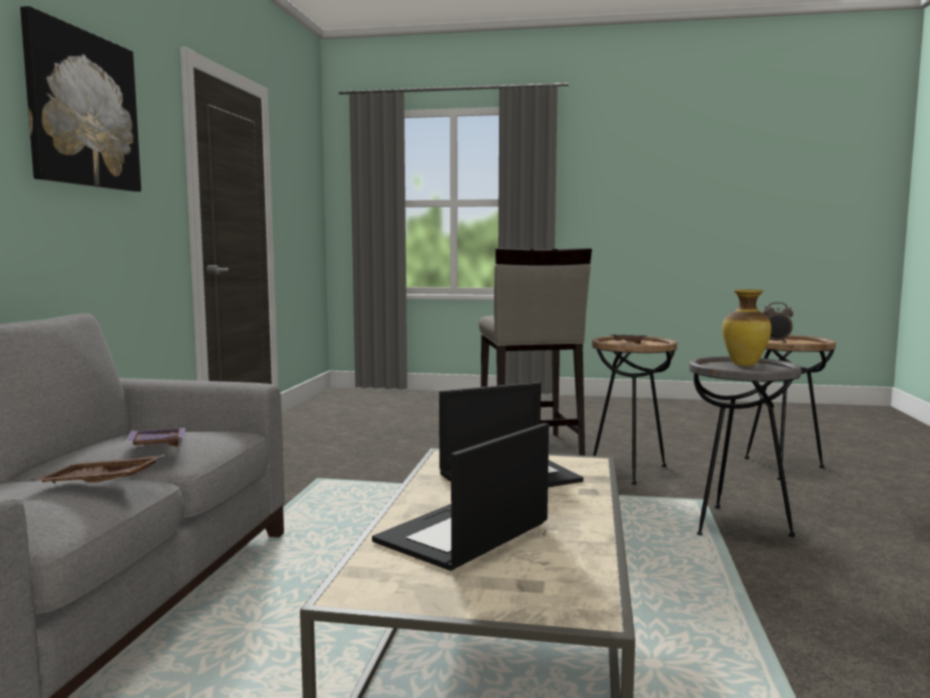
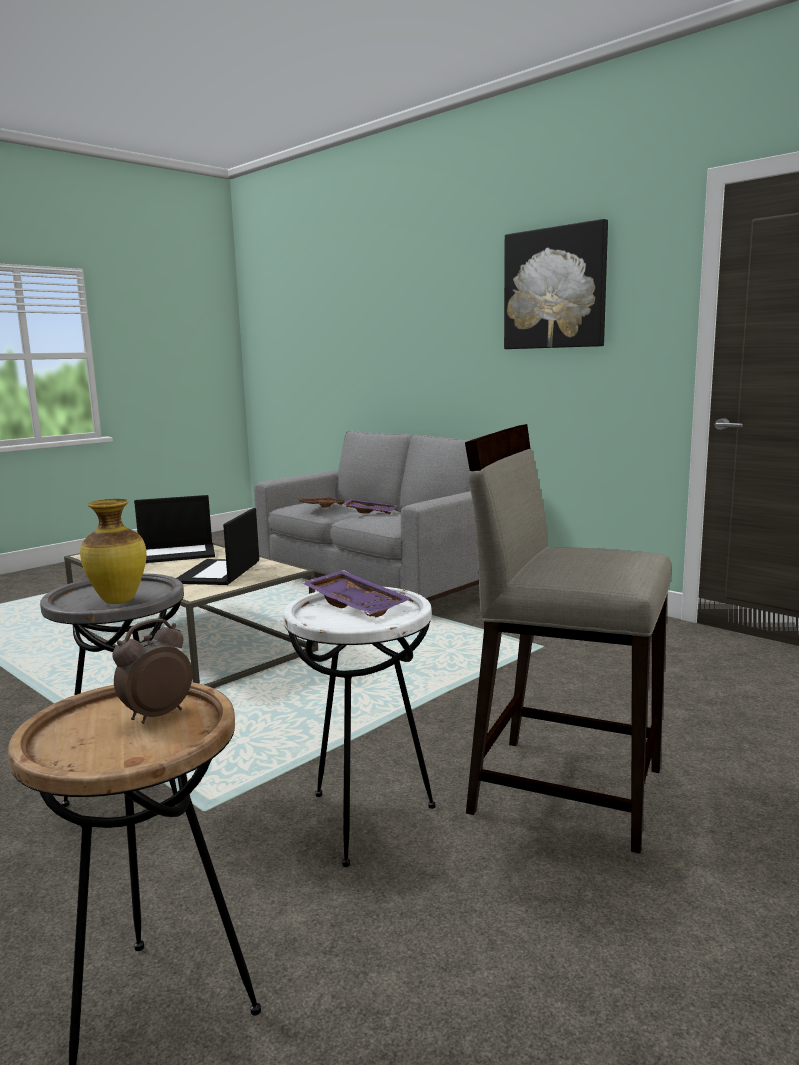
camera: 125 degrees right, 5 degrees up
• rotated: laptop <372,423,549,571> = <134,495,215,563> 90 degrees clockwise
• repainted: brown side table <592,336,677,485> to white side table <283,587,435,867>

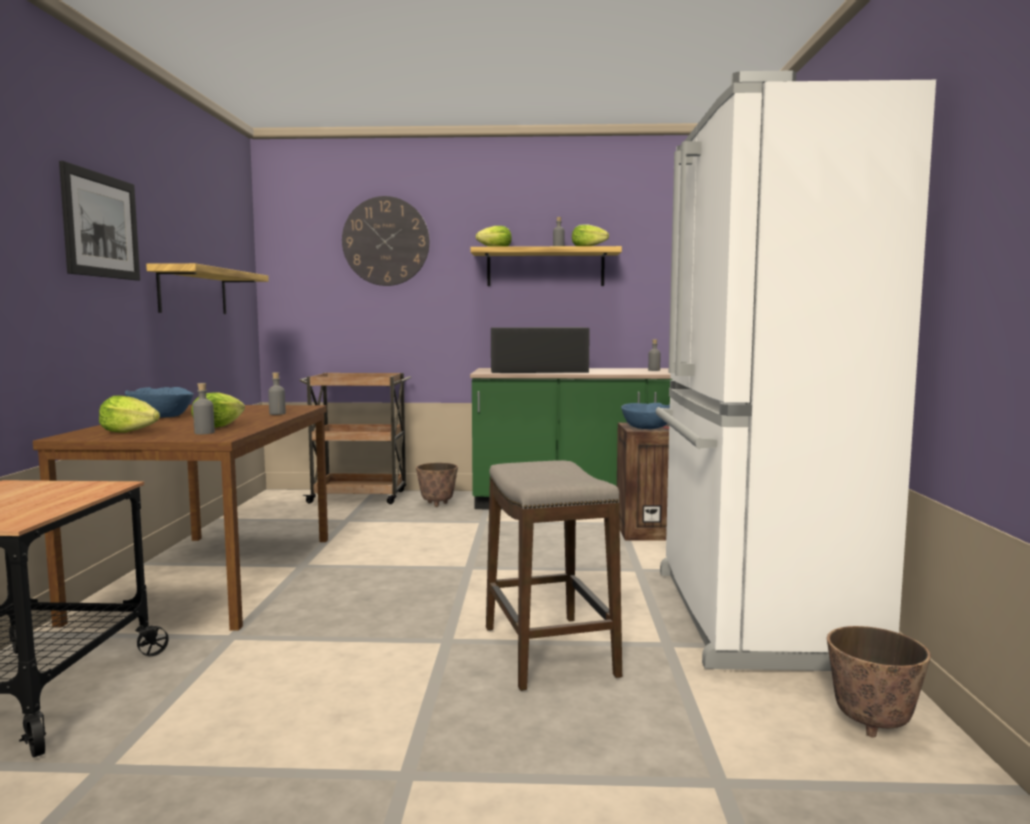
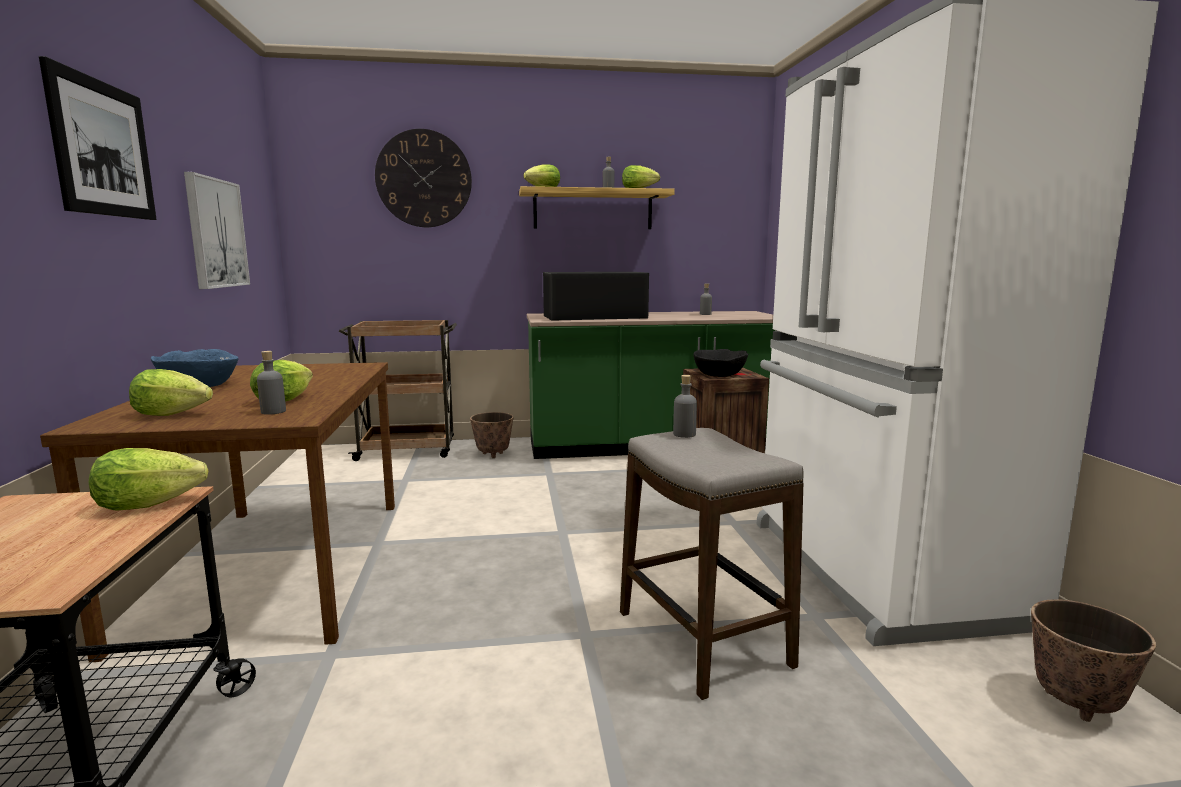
camera: 10 degrees left, 5 degrees up
• new: lettuce <89,448,208,510>
• swapped: shelf <146,263,269,314> to picture <184,172,250,289>
• shifted: grey bottle <268,372,286,415> to <673,375,697,438>
• repainted: blue bowl <621,403,670,429> to black bowl <693,349,749,377>

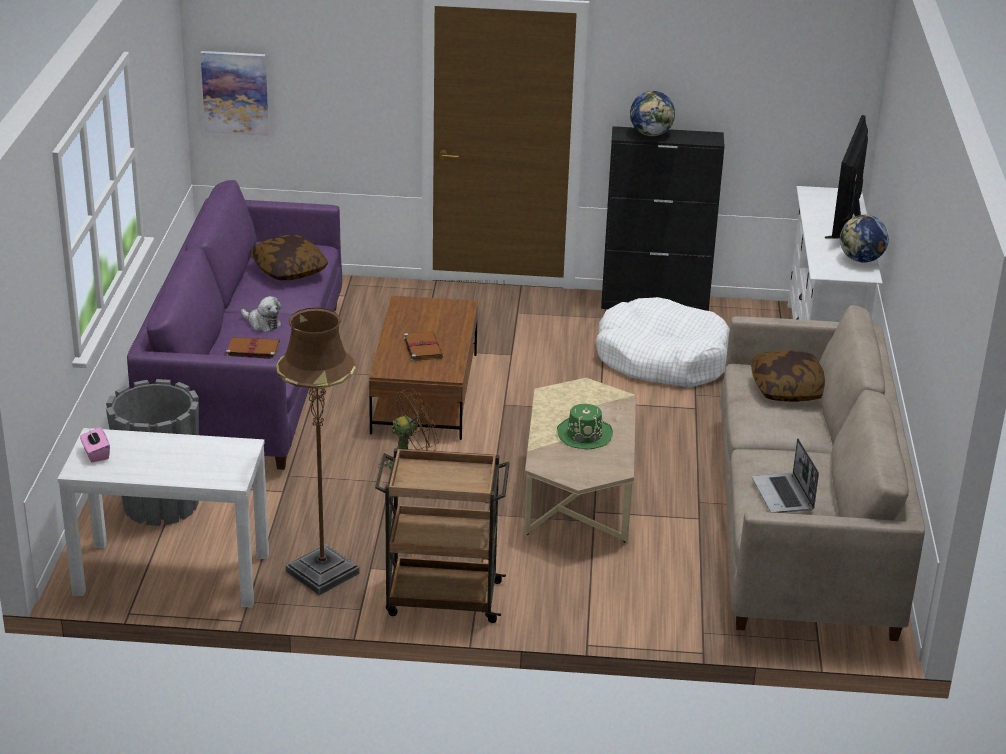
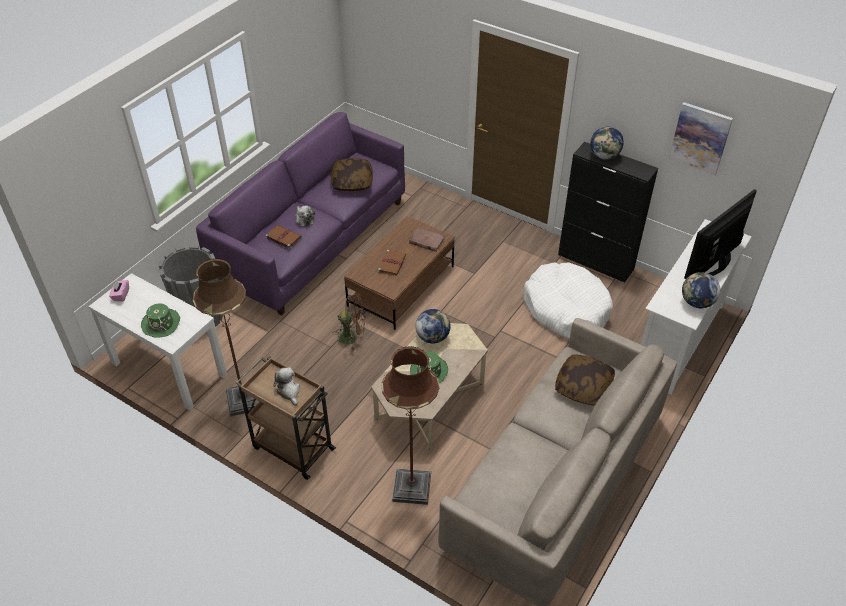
camera: 30 degrees right, 15 degrees up
• new: green hat <141,303,180,338>
• new: plush toy <273,367,300,406>
• new: brown floor lamp <381,346,439,505>
• new: brown book <409,228,445,252>
• new: globe <416,309,451,344>
• shifted: picture <200,51,269,136> to <669,102,733,175>
• gone: laptop <752,438,819,513>

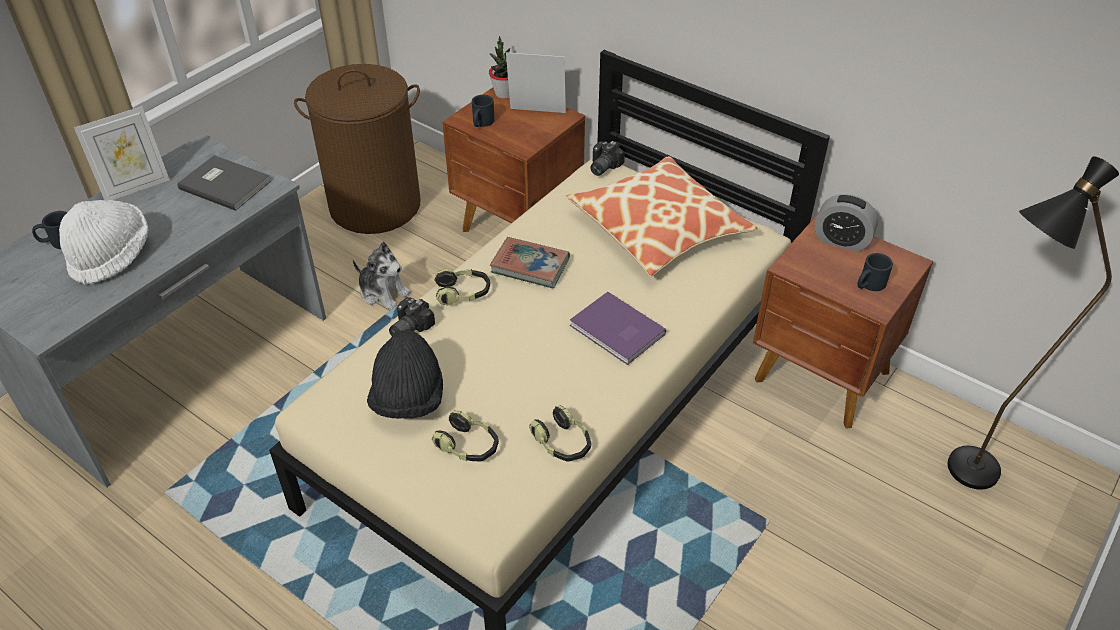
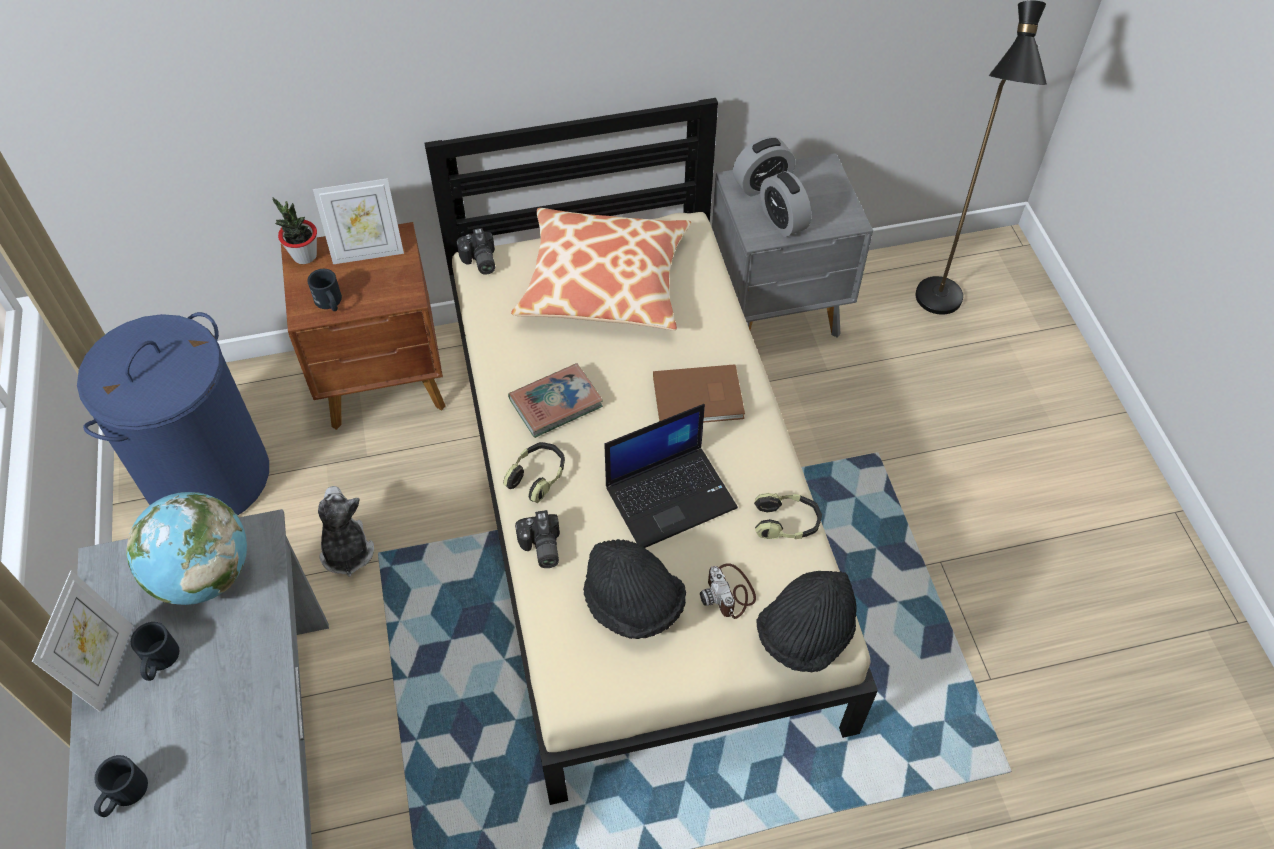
camera: 50 degrees left, 10 degrees up
• repainted: brown laundry basket <294,64,420,234> to blue laundry basket <77,312,269,516>
• swapped: grey book <177,155,271,211> to globe <126,492,247,605>
• shifted: black mug <857,253,893,291> to <131,622,180,681>
• rotated: picture frame <506,52,566,113> = <313,178,404,264> 150 degrees counterclockwise
• rotated: plush toy <353,242,411,310> = <318,486,374,577> 90 degrees counterclockwise
• new: laptop <605,404,738,548>
• repainted: purple book <570,292,666,365> to brown book <653,364,745,423>
• swapped: headphones <431,410,499,462> to photo camera <700,563,756,619>
• repainted: brown nightstand <753,214,933,429> to grey nightstand <712,153,873,338>
• new: black hat <756,571,857,672>
• new: alarm clock <760,171,811,237>
• gone: white hat <59,200,148,285>

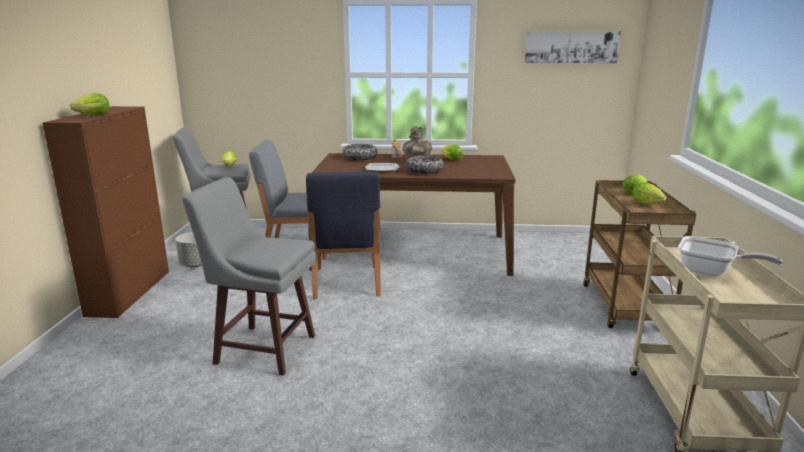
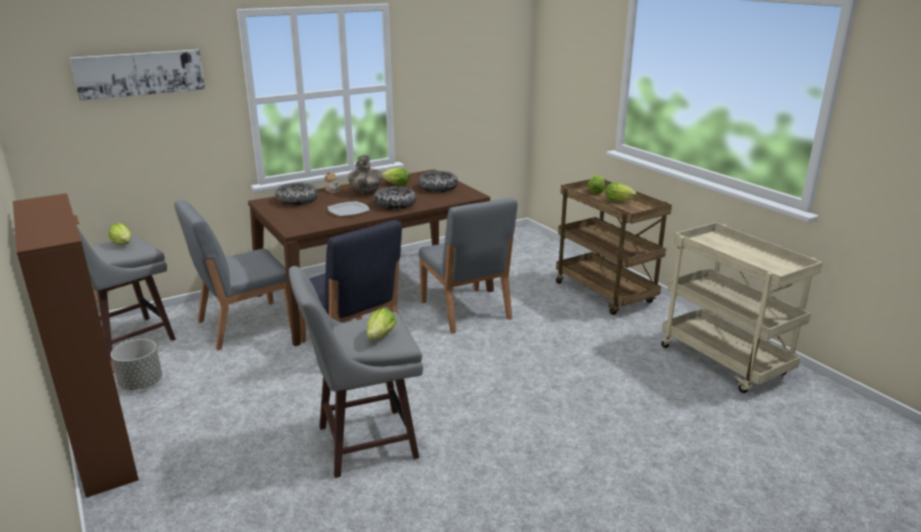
camera: 35 degrees left, 5 degrees up
• shifted: picture <525,31,621,63> to <70,49,205,101>
• shifted: lettuce <70,93,110,116> to <367,308,396,340>
• new: bowl <418,171,458,192>
• new: grey chair <419,198,518,334>
• gone: frying pan <678,236,782,276>

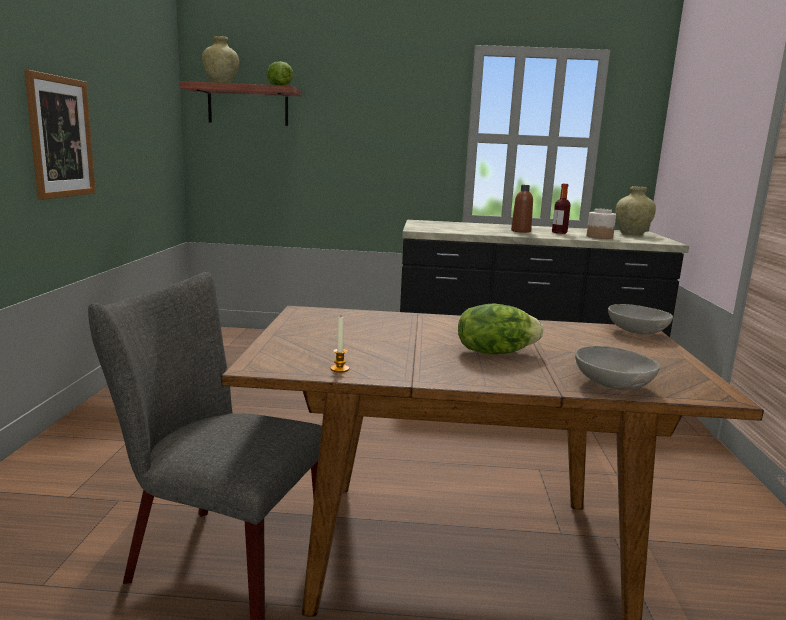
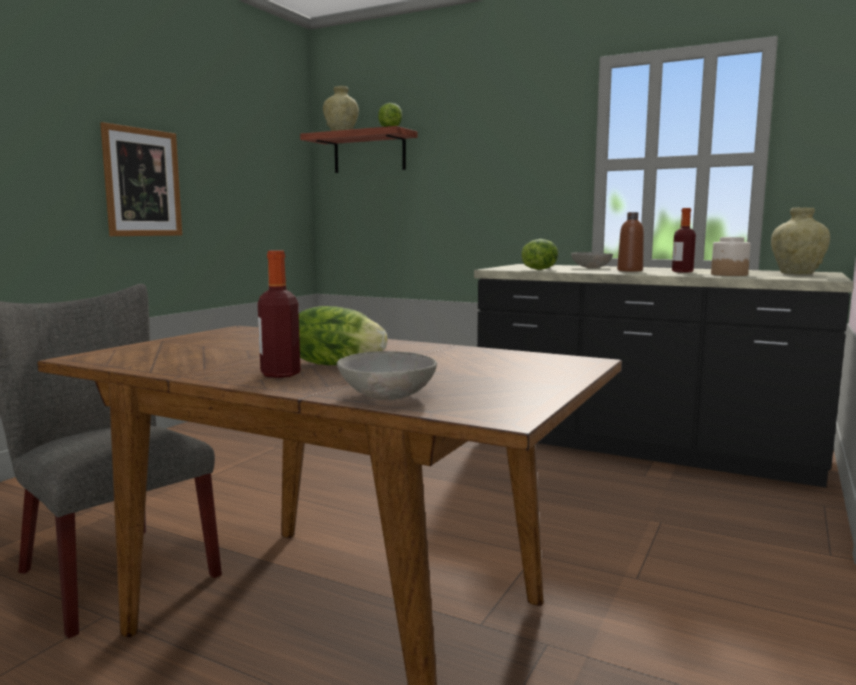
camera: 25 degrees right, 5 degrees down
• new: bottle <258,250,300,378>
• new: lettuce <521,239,558,270>
• shifted: grey bowl <608,304,673,335> to <571,252,613,268>
• gone: candle <330,317,349,373>

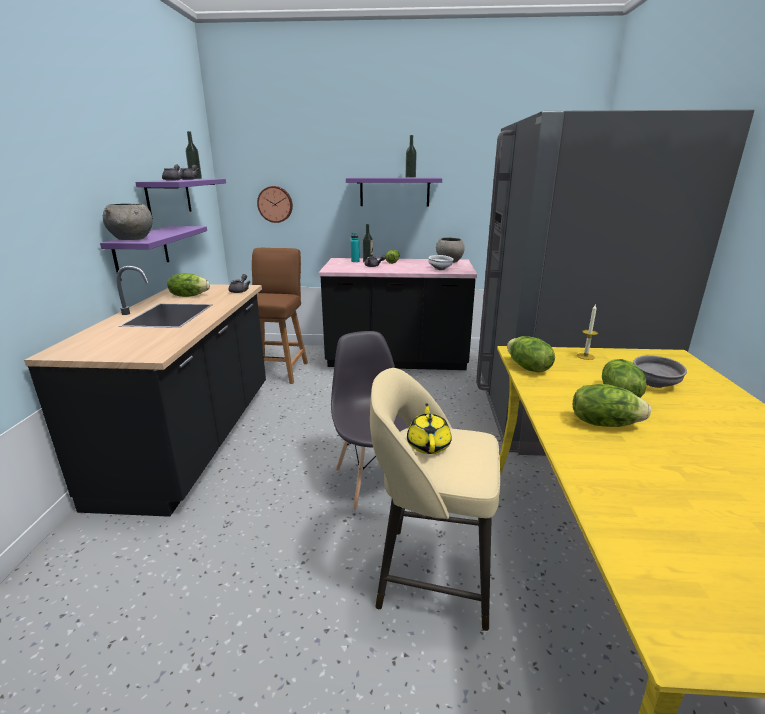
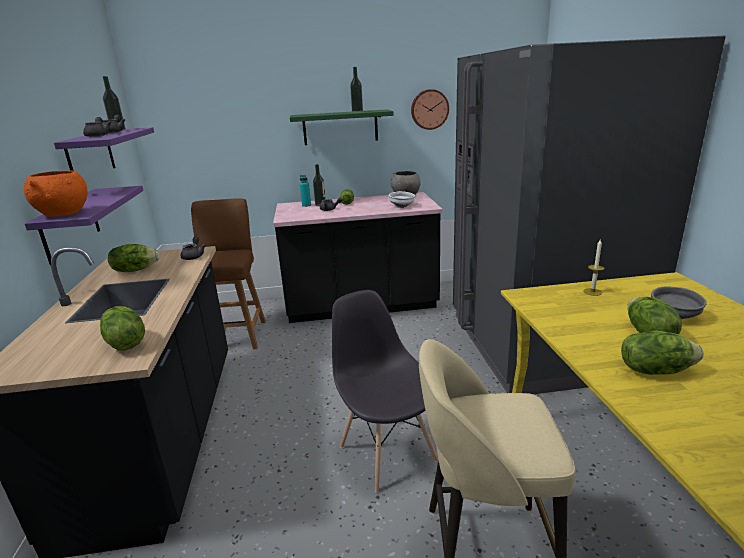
camera: 10 degrees left, 0 degrees up
• repainted: grey bowl <103,204,153,240> to orange bowl <24,171,88,217>
• shifted: lettuce <507,336,555,373> to <100,306,145,351>
• repainted: purple shelf <346,177,442,207> to green shelf <290,109,394,145>
• shifted: wall clock <257,186,293,223> to <411,89,449,130>
• gone: yellow teapot <407,403,451,454>

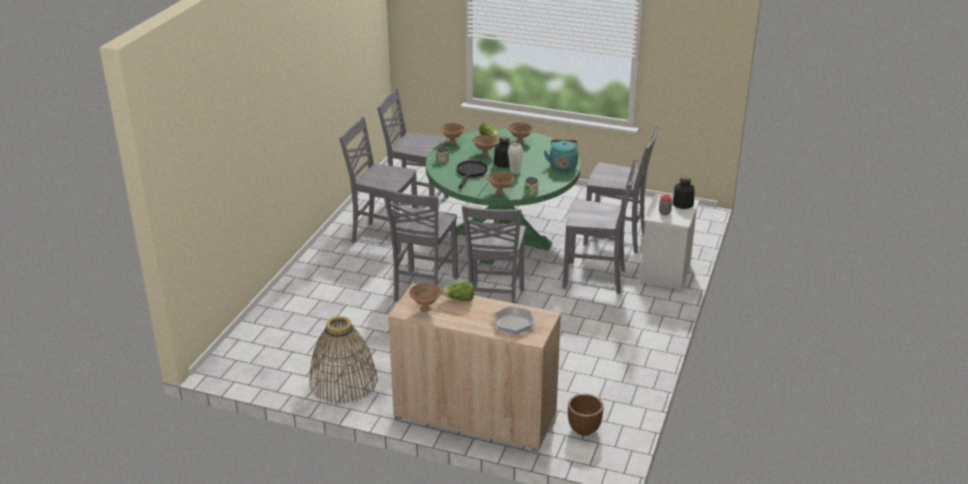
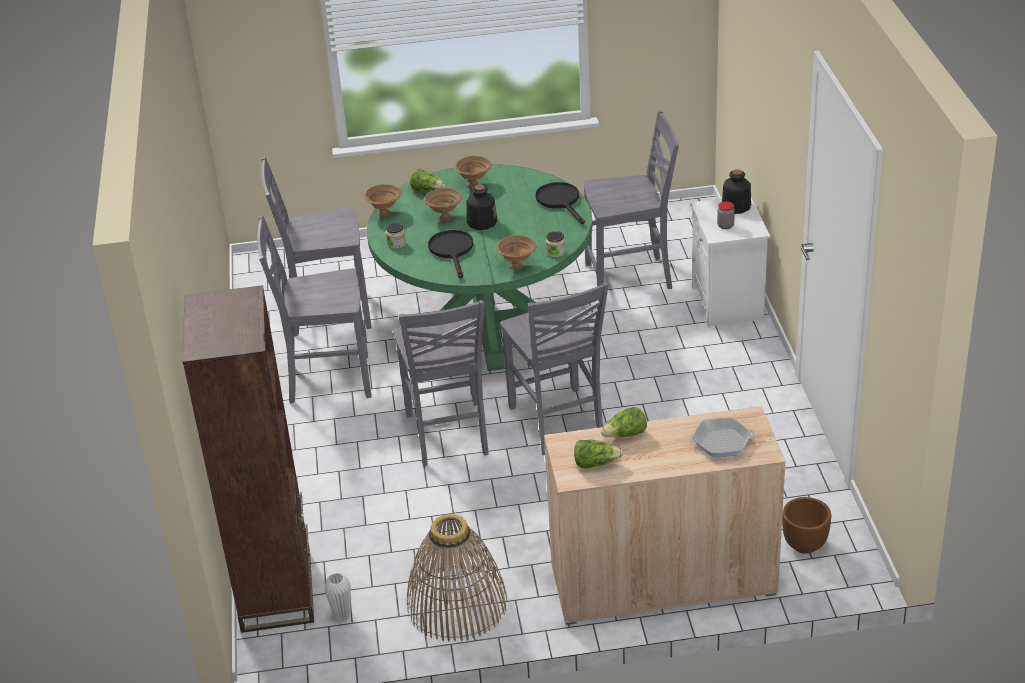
camera: 25 degrees left, 5 degrees up
• new: brown bookcase <182,285,314,633>
• shifted: white vase <508,143,523,175> to <324,573,351,621>
• swapped: turquoise kettle <544,140,578,171> to black frying pan <536,182,585,224>
• swapped: brown bowl <409,283,442,312> to lettuce <574,440,623,468>
• gone: grey chair <563,159,638,294>

